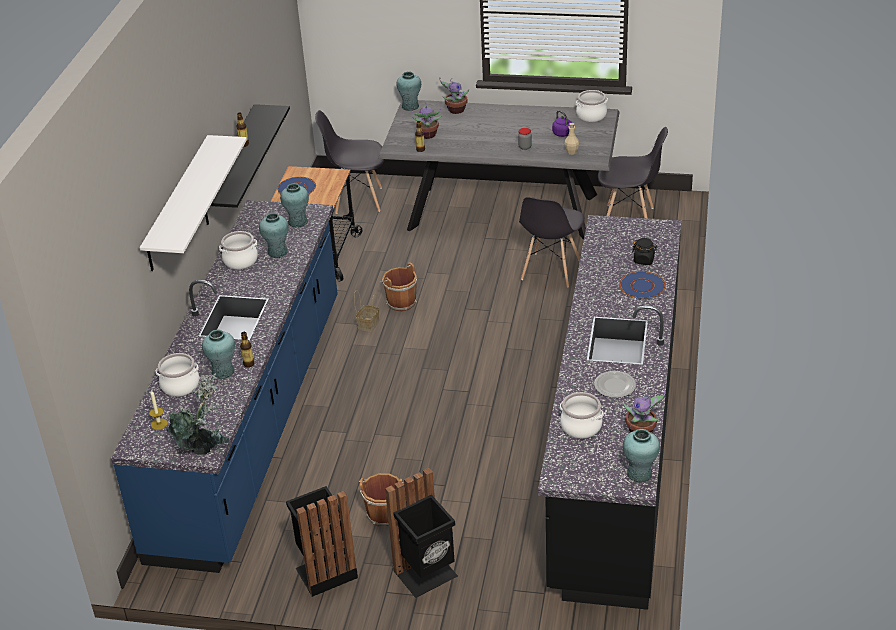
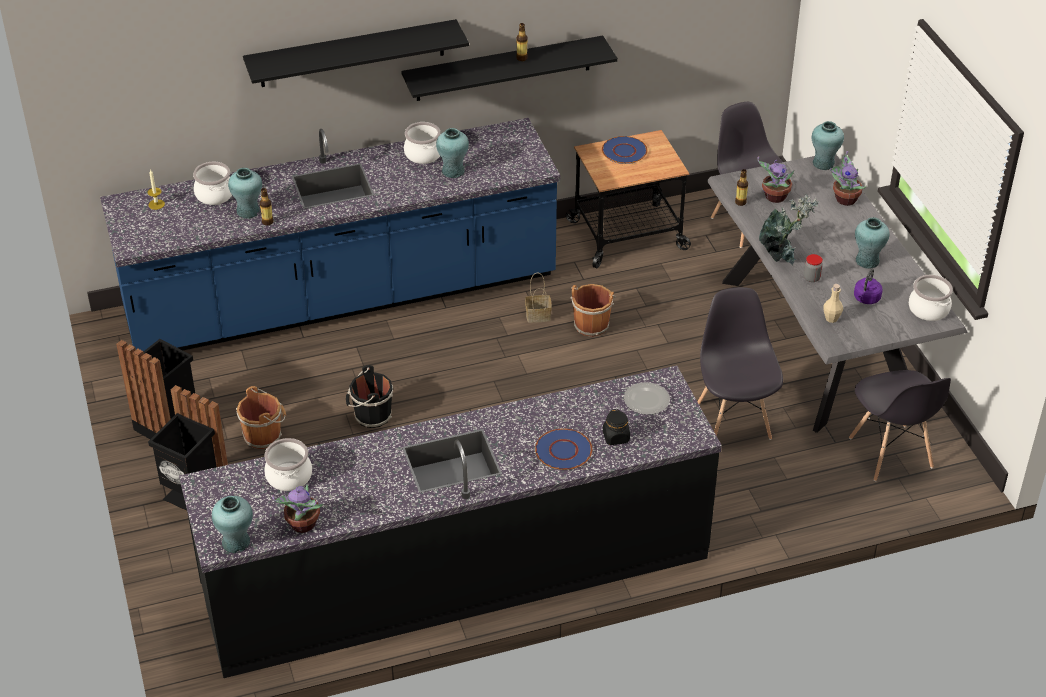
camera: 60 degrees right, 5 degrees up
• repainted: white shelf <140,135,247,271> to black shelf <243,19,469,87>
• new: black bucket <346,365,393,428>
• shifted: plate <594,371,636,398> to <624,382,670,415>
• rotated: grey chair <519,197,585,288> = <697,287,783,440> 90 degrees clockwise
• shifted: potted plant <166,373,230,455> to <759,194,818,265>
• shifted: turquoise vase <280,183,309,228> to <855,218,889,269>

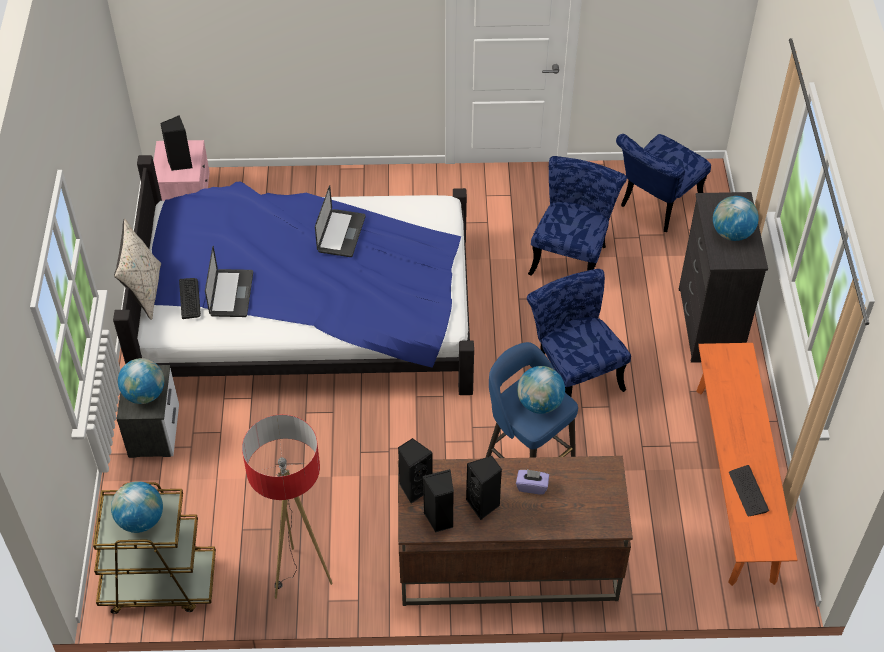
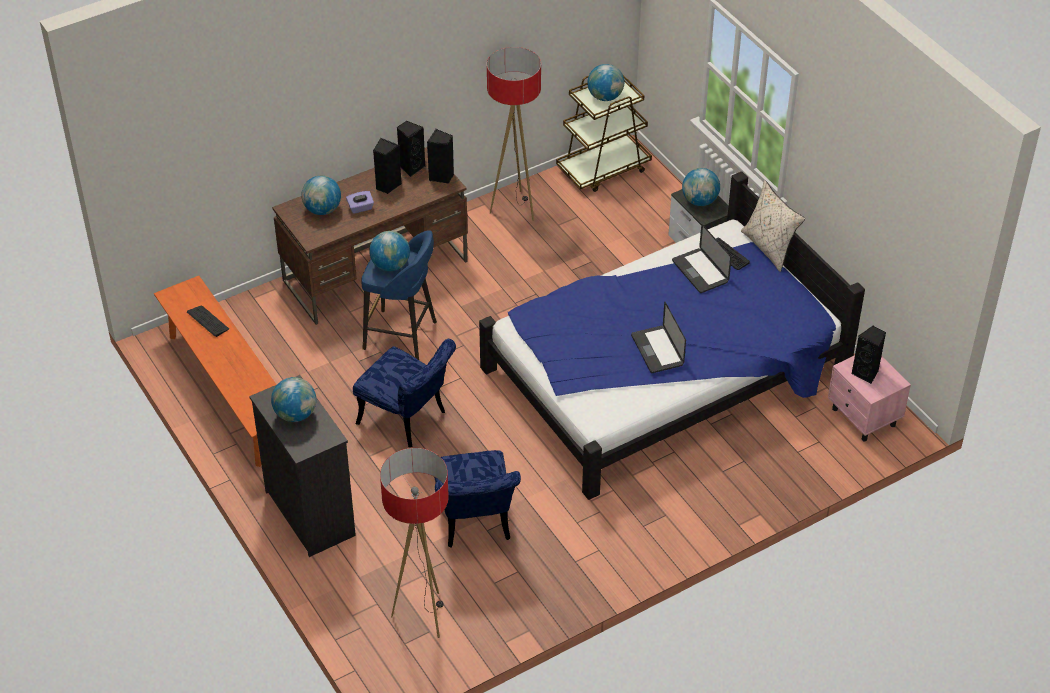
camera: 150 degrees right, 5 degrees down
• new: globe <301,176,341,215>
• swapped: blue chair <616,134,711,232> to floor lamp <380,448,449,638>

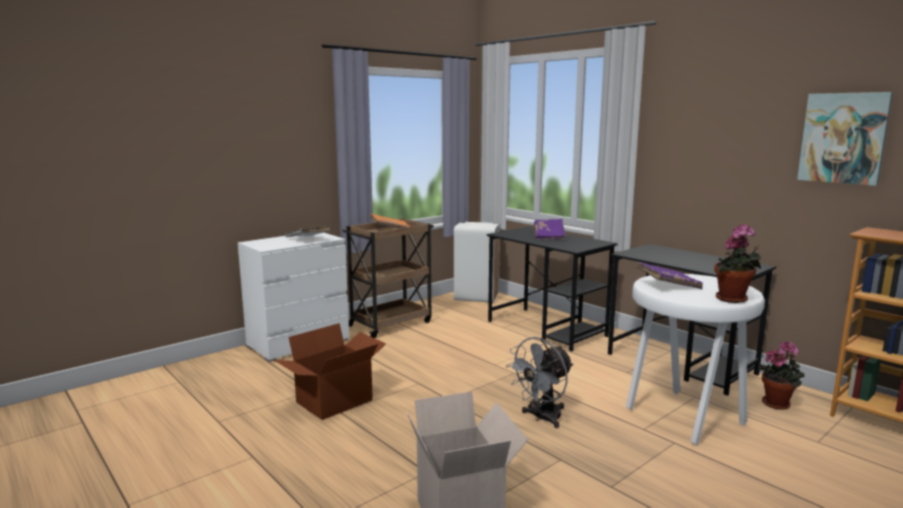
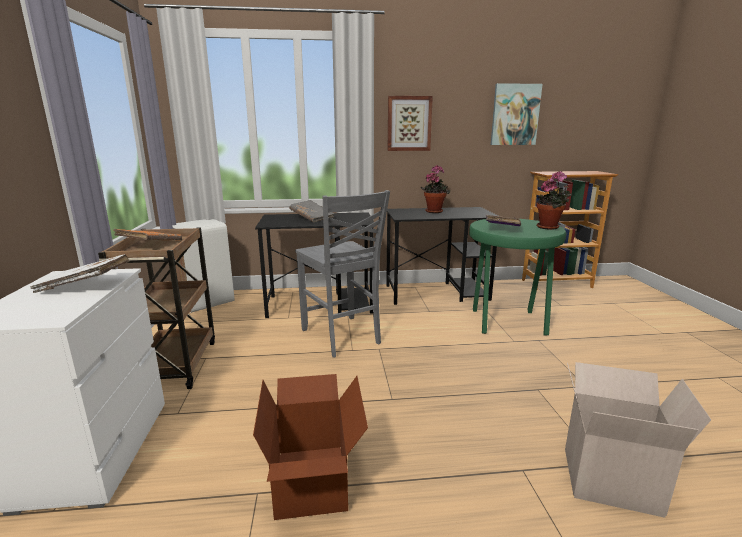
camera: 55 degrees left, 5 degrees up
• repainted: purple book <534,219,566,240> to grey book <289,200,334,222>
• new: grey chair <295,190,390,358>
• new: picture <388,96,433,151>
• shifted: potted plant <758,341,805,410> to <421,165,450,213>
• repainted: white stool <626,274,765,446> to green stool <469,219,567,335>
• gone: grey fan <506,337,573,428>

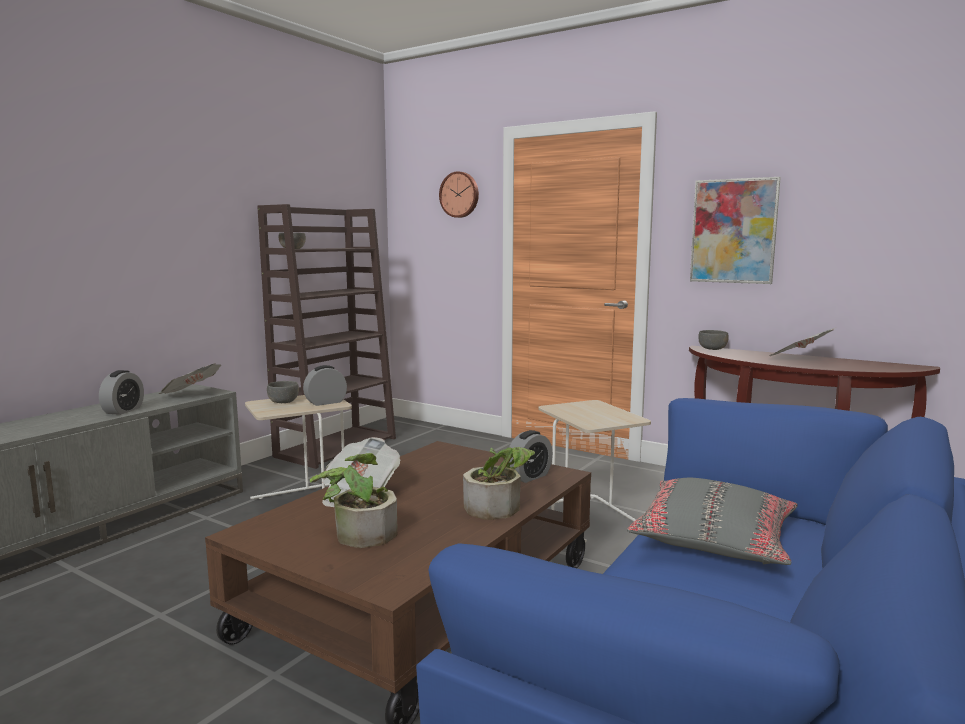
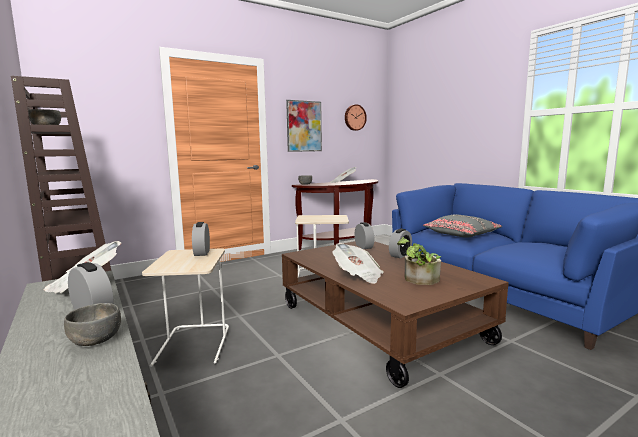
camera: 65 degrees left, 0 degrees up
• shifted: grey bowl <267,381,299,403> to <64,303,121,346>
• shifted: wall clock <439,171,479,218> to <345,104,367,131>
• swapped: potted plant <463,447,535,520> to alarm clock <389,229,412,258>

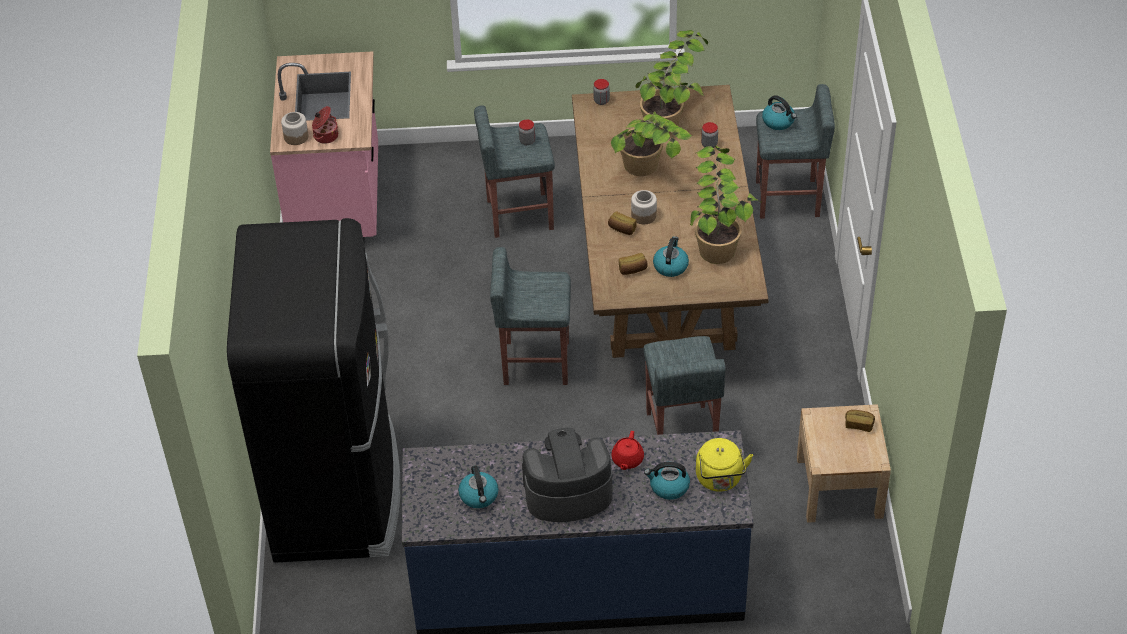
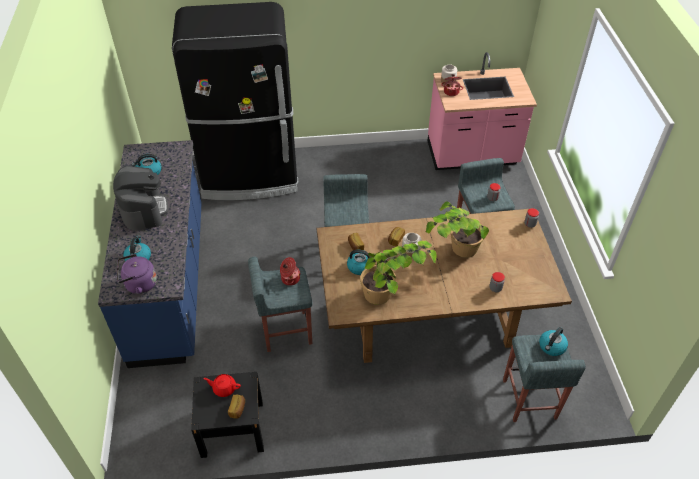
camera: 85 degrees right, 0 degrees up
• repainted: yellow kettle <696,438,753,492> to purple kettle <116,254,157,294>
• repainted: beige nightstand <797,404,891,523> to black nightstand <191,372,264,458>
• shifted: red teapot <611,431,644,470> to <204,374,241,397>
• new: cooking pot <280,257,300,286>
• gone: potted plant <635,30,708,135>

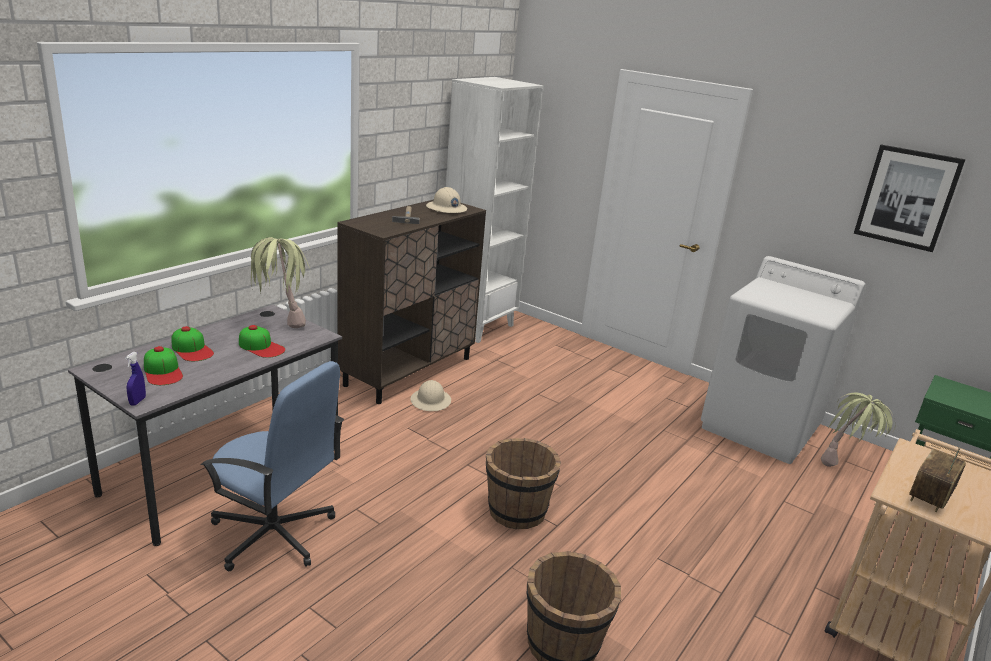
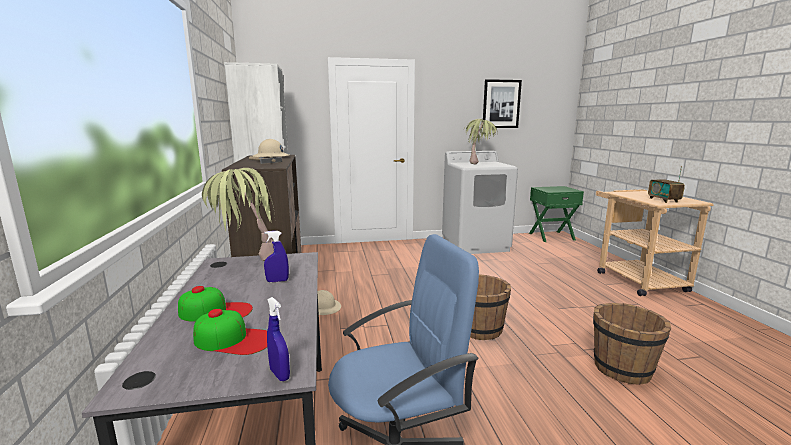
camera: 45 degrees left, 10 degrees down
• swapped: cap <239,325,285,358> to blue spray bottle <264,231,289,282>
• shifted: potted plant <821,393,895,467> to <463,119,498,165>

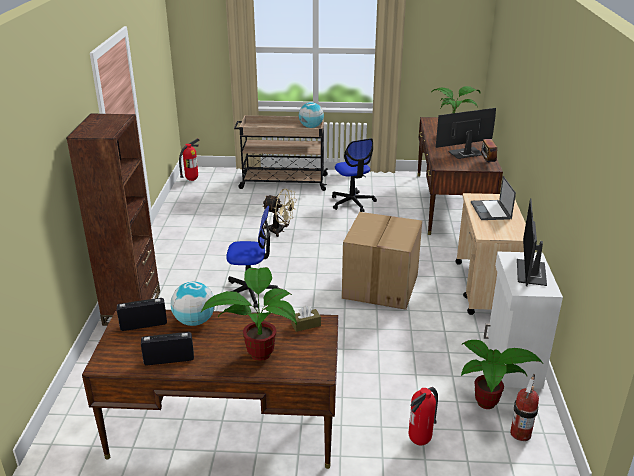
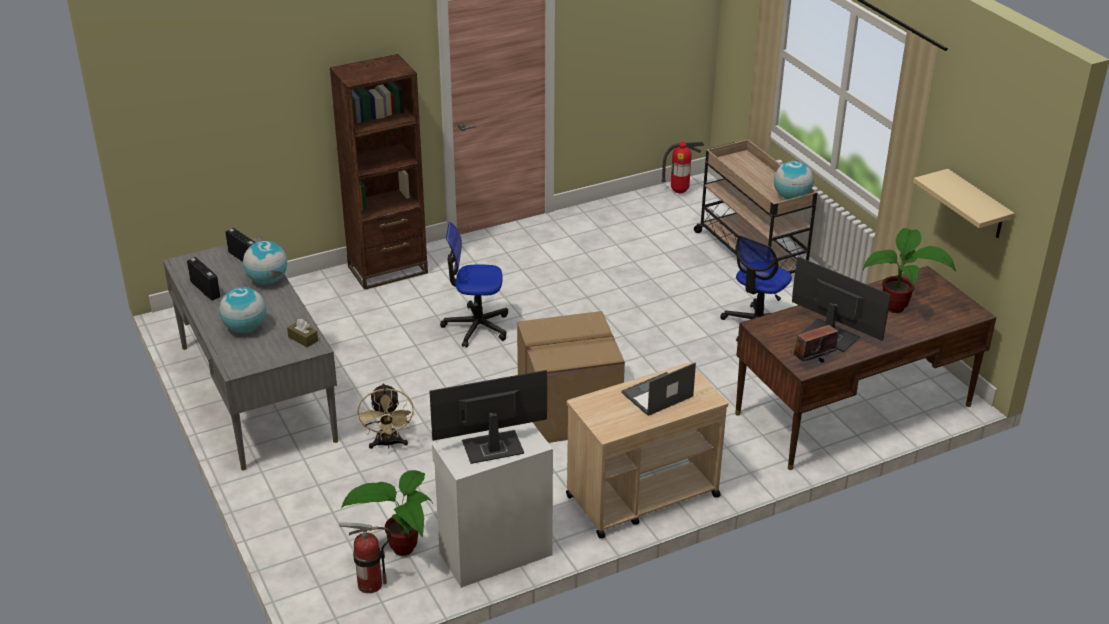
camera: 60 degrees right, 5 degrees up
• repainted: brown desk <82,309,338,469> to grey desk <163,237,338,471>
• swapped: potted plant <200,267,297,361> to globe <219,287,266,333>
• shifted: beige fan <263,189,297,237> to <357,383,414,449>
• rotated: office chair <226,206,278,309> = <440,222,508,348> 120 degrees clockwise
• new: beige shelf <913,169,1015,238>
• gone: fire extinguisher <409,387,438,445>

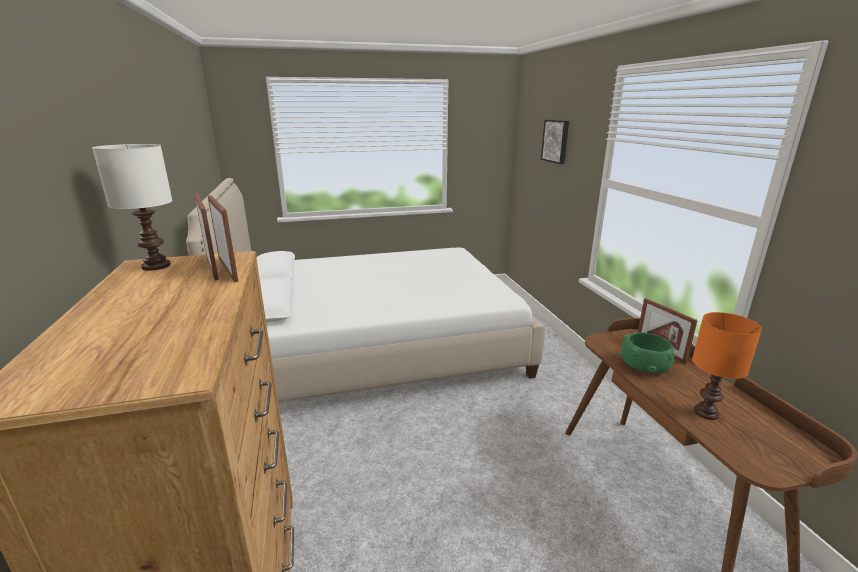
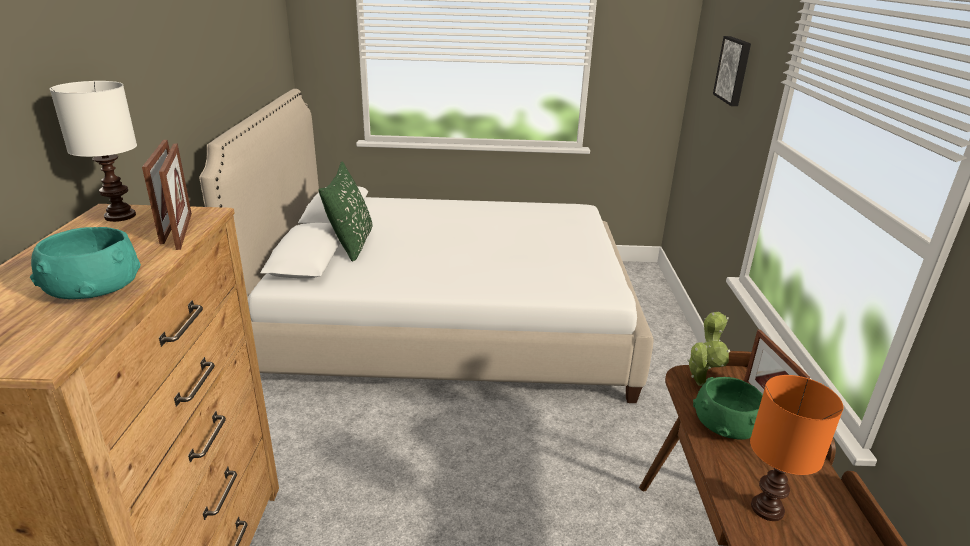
camera: 15 degrees right, 5 degrees up
• new: turquoise bowl <30,227,141,299>
• new: green pillow <318,162,373,261>
• new: potted plant <687,312,730,386>

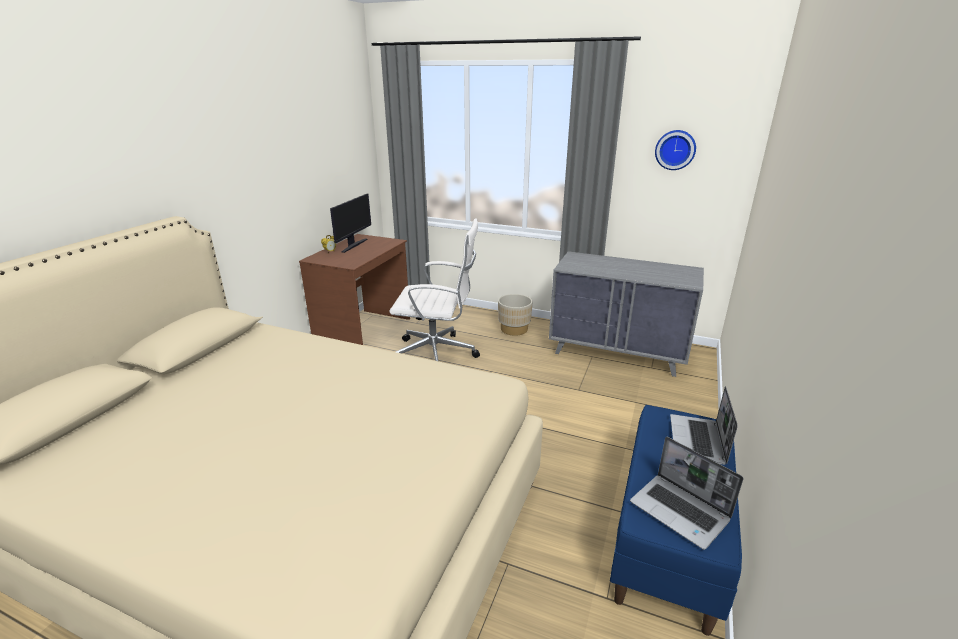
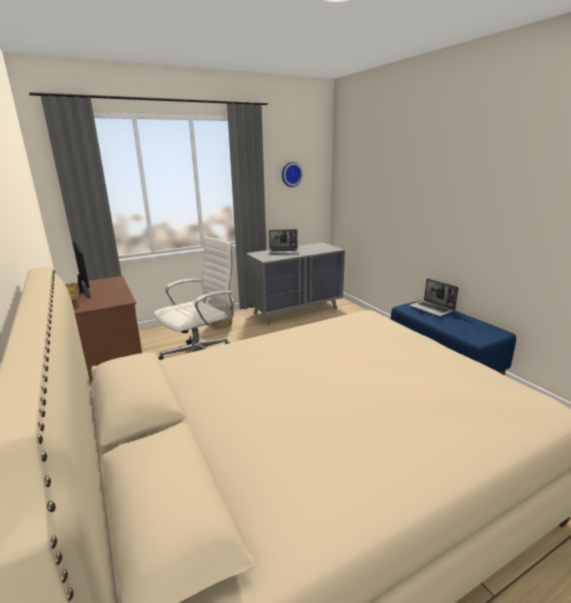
camera: 50 degrees left, 5 degrees down
• shifted: laptop <630,437,744,550> to <269,229,299,254>

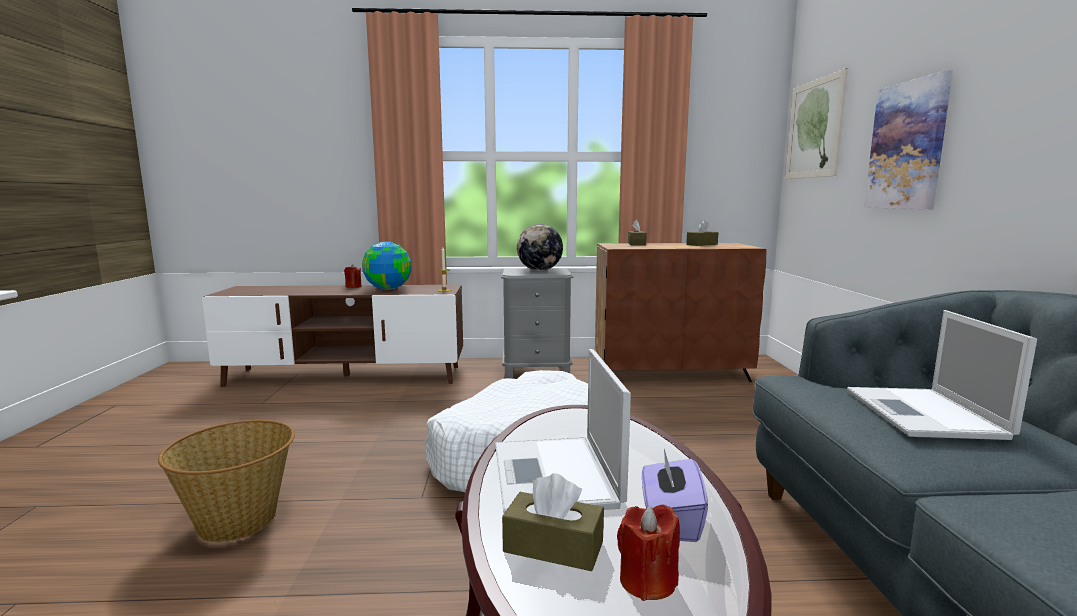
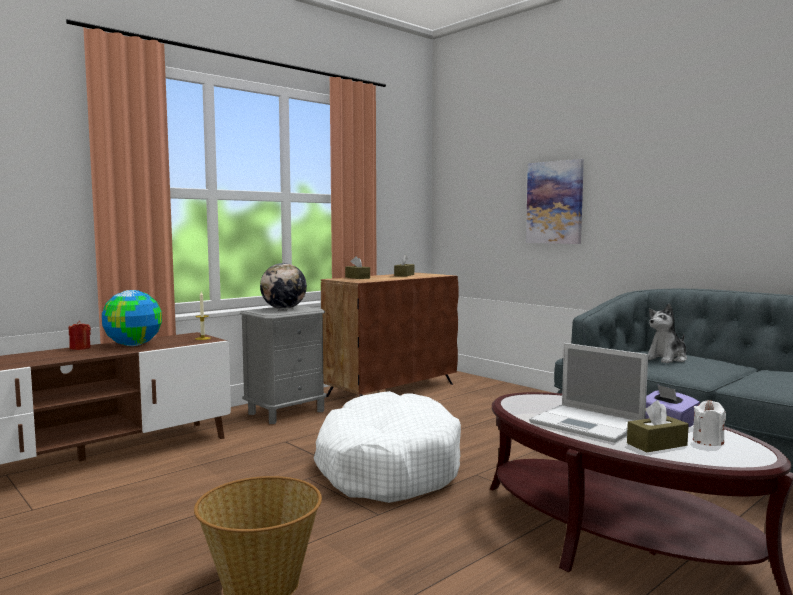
camera: 40 degrees left, 5 degrees down
• swapped: laptop <847,310,1037,440> to plush toy <648,303,687,363>
• repainted: red candle <617,504,680,601> to white candle <693,400,726,446>
• gone: picture <786,68,848,179>

